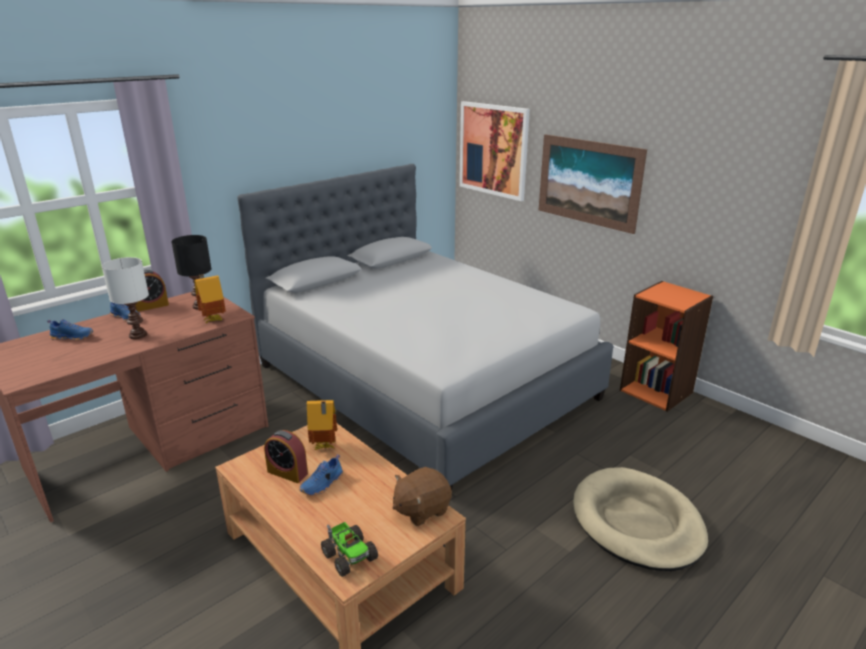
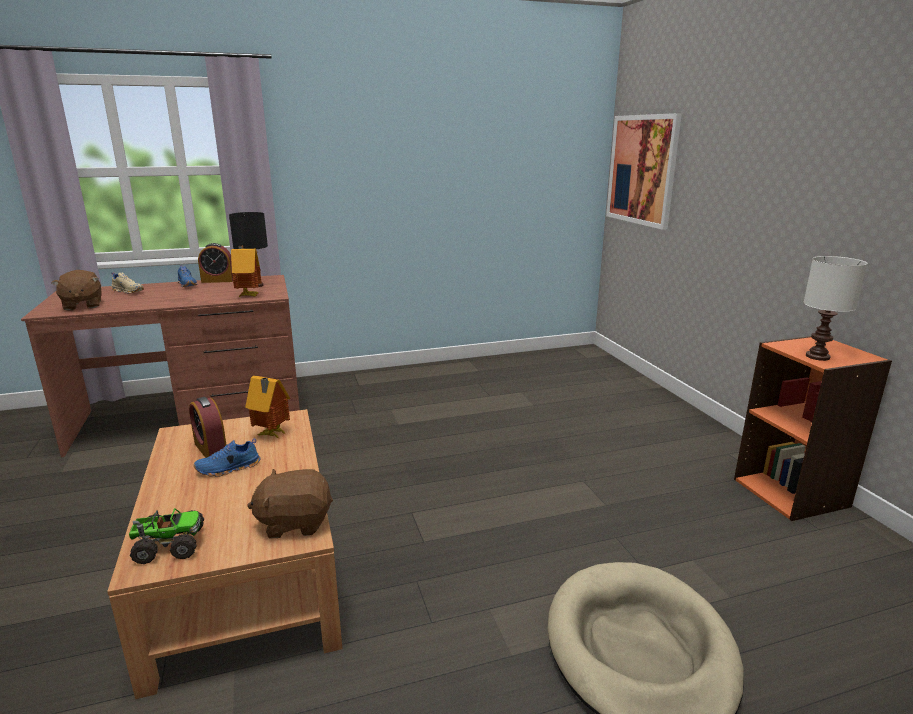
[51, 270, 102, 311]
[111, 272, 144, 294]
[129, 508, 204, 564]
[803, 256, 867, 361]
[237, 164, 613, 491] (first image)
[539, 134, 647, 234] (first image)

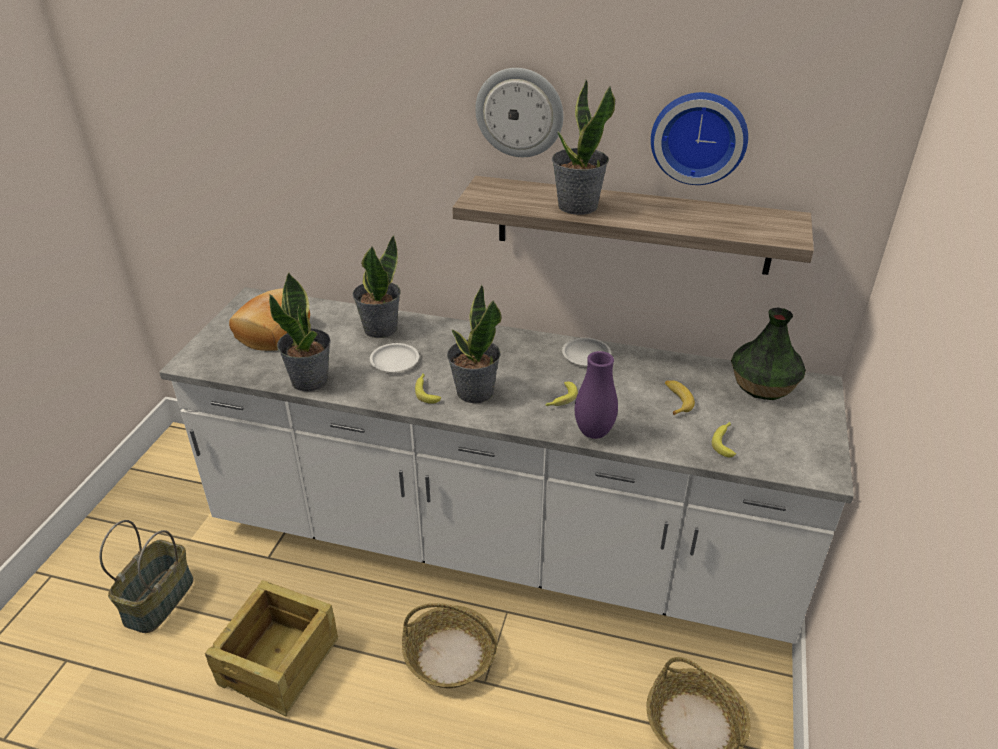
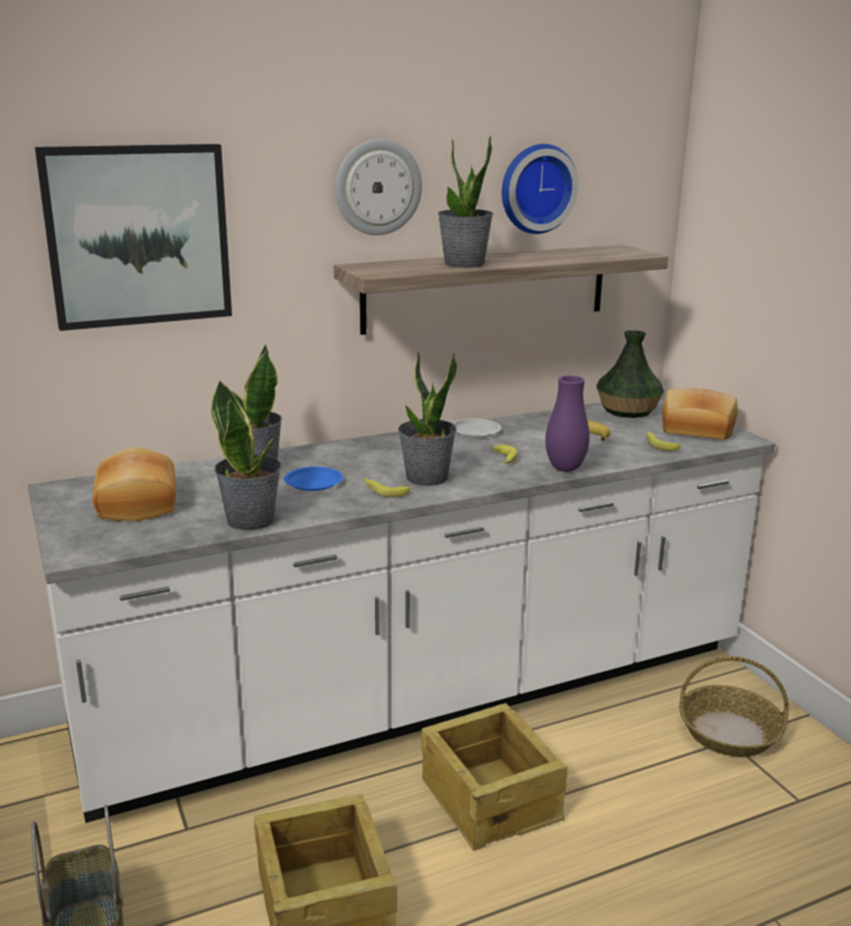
[35, 144, 232, 331]
[284, 467, 343, 491]
[421, 703, 568, 850]
[662, 388, 738, 440]

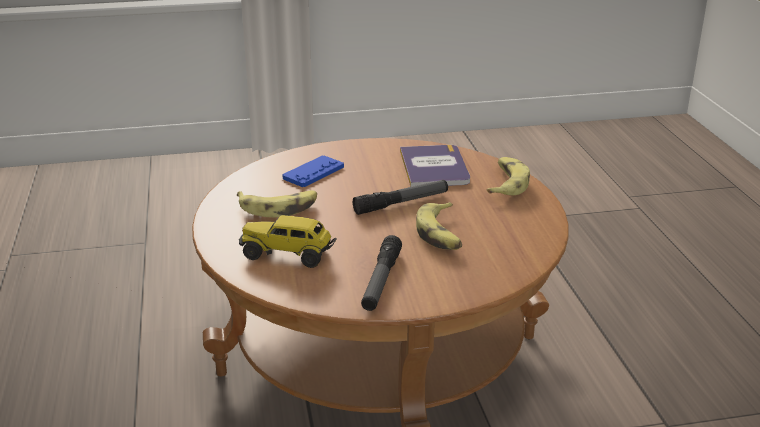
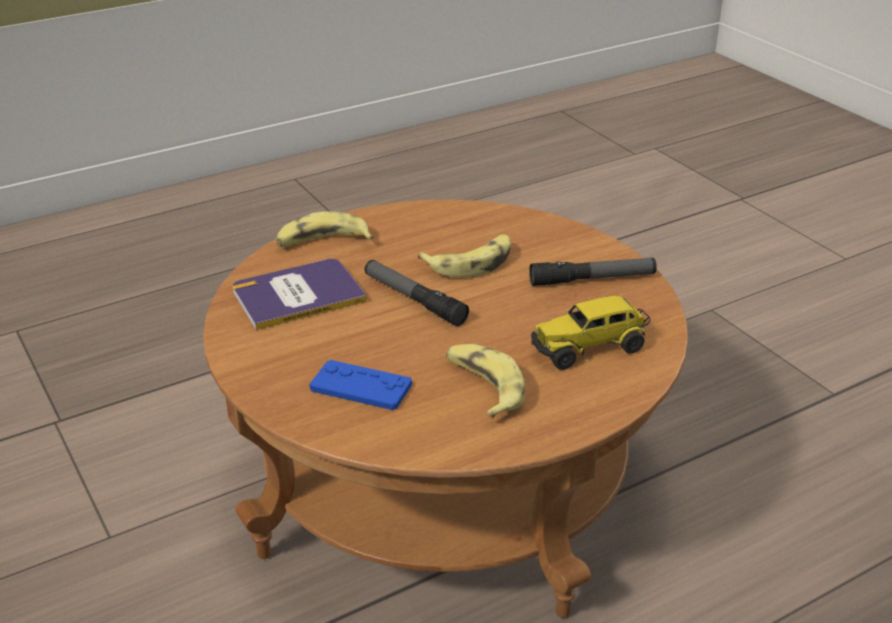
[531, 295, 651, 370]

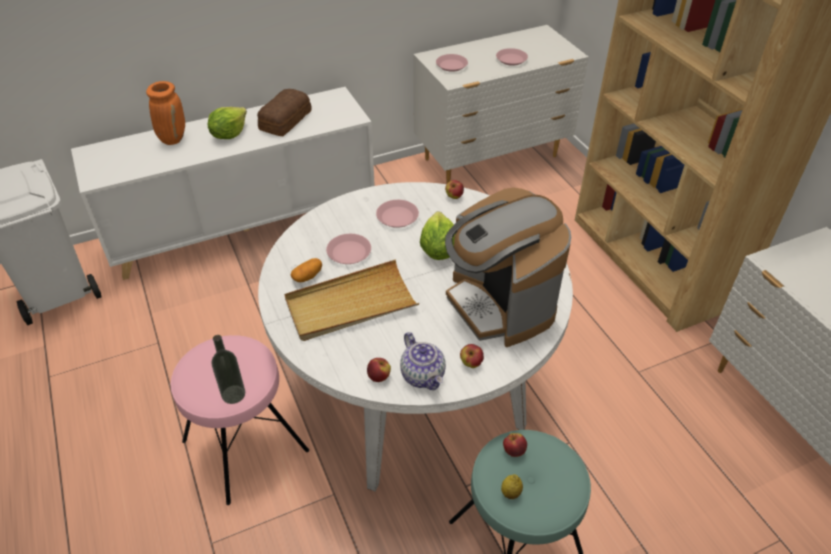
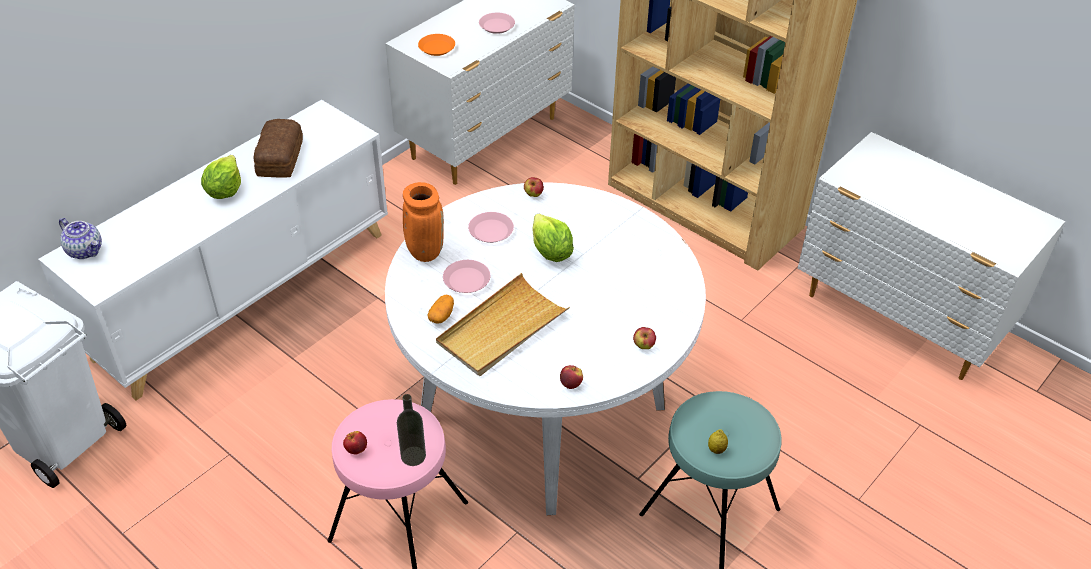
[59, 218, 102, 259]
[343, 431, 367, 455]
[403, 182, 444, 262]
[418, 34, 455, 56]
[445, 188, 571, 347] (first image)

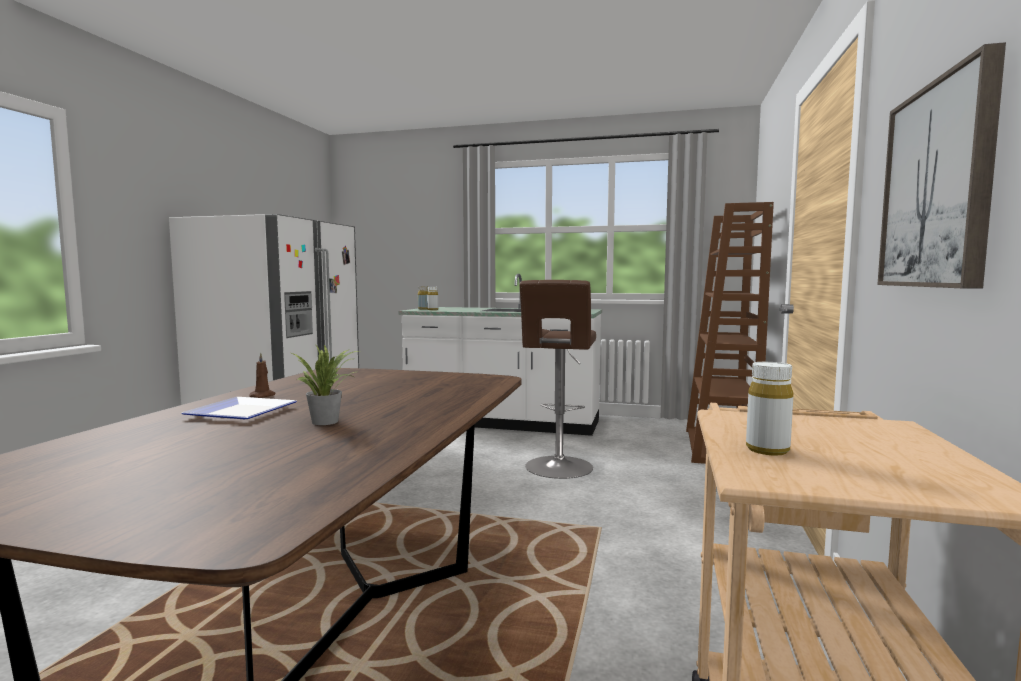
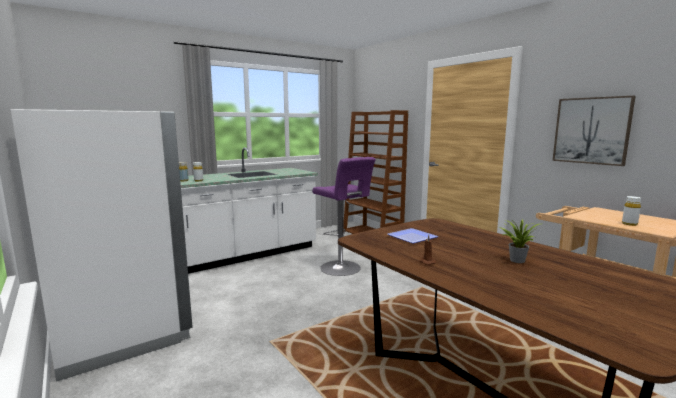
[312, 157, 376, 276]
[387, 228, 439, 244]

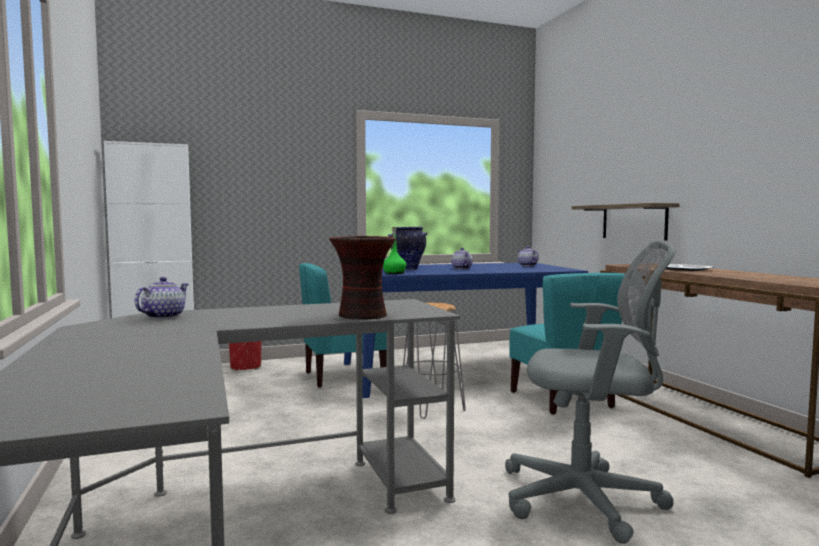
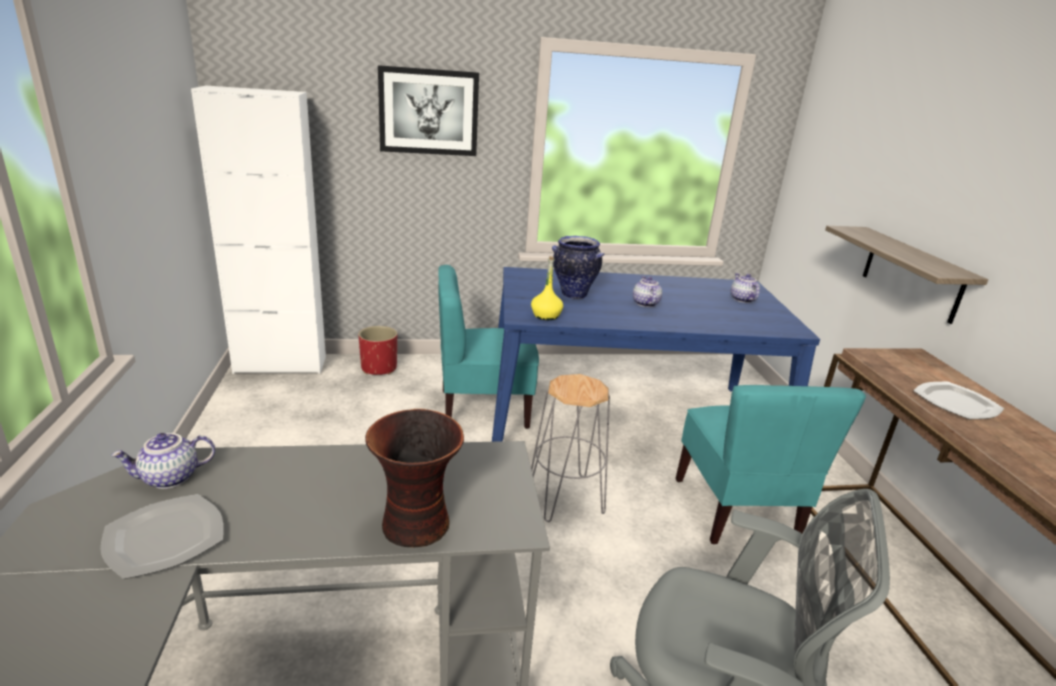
[101, 494, 223, 579]
[111, 433, 215, 489]
[378, 65, 479, 156]
[531, 256, 563, 320]

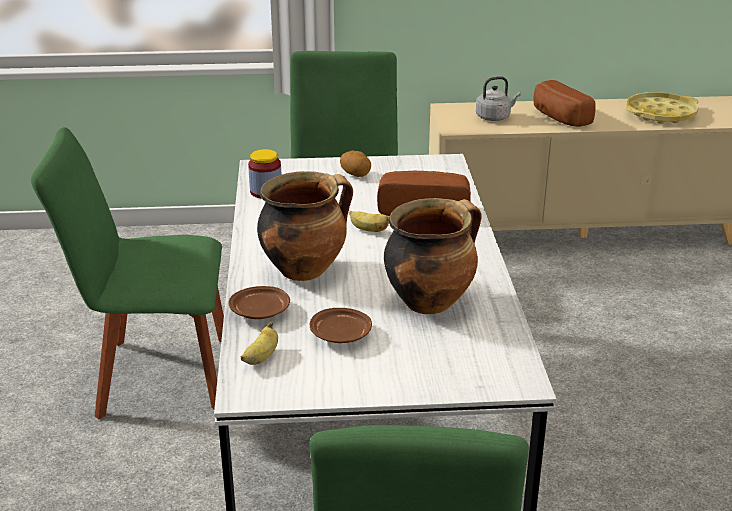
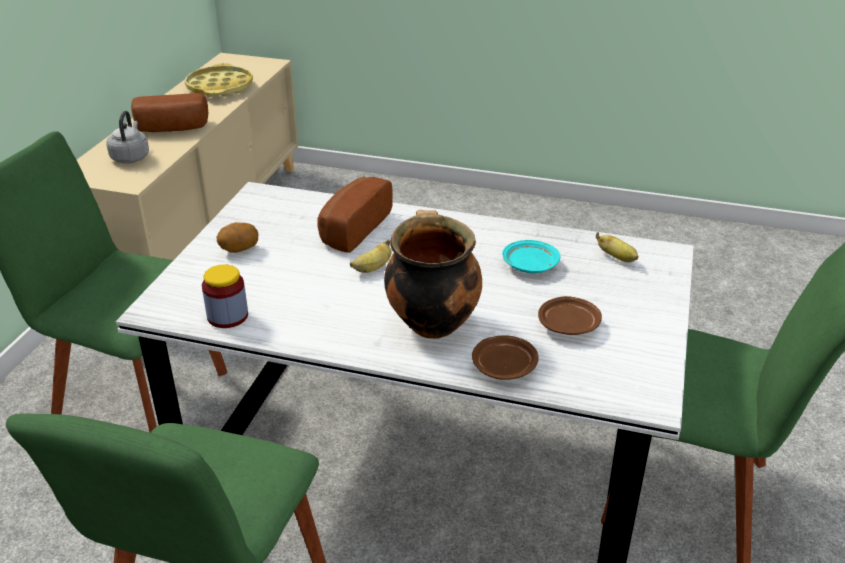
[502, 240, 560, 273]
[596, 232, 639, 262]

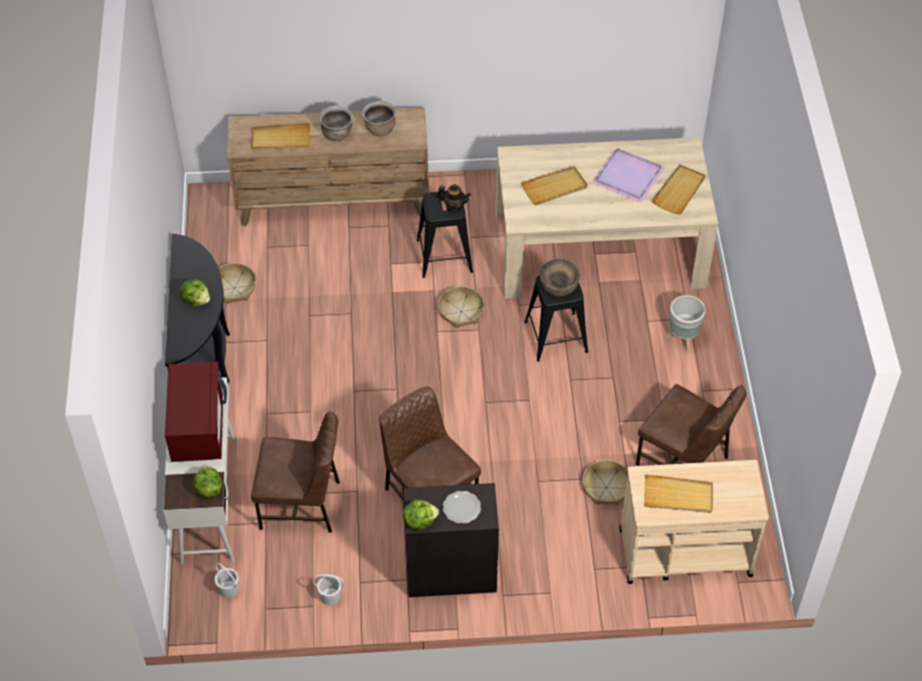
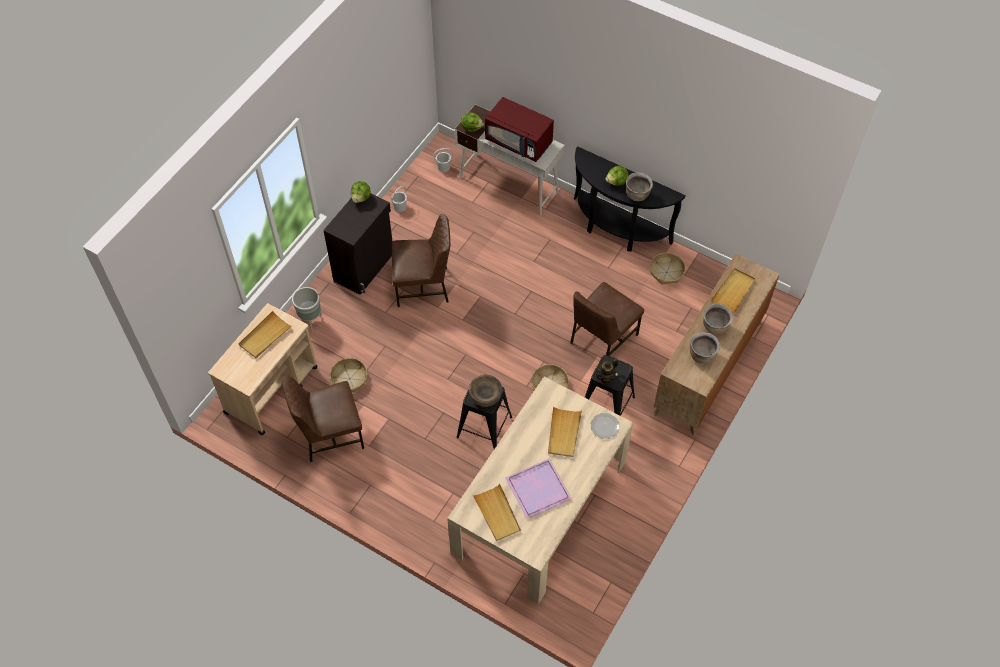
[292, 287, 322, 331]
[570, 282, 644, 356]
[591, 413, 620, 439]
[626, 173, 653, 201]

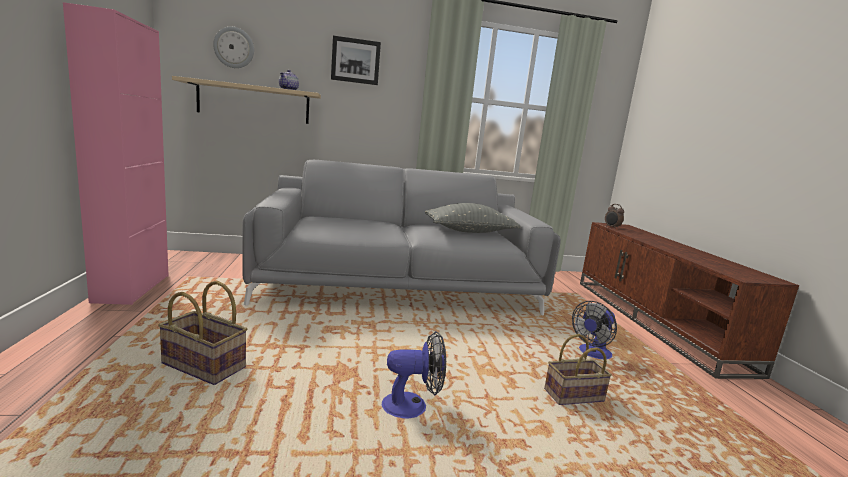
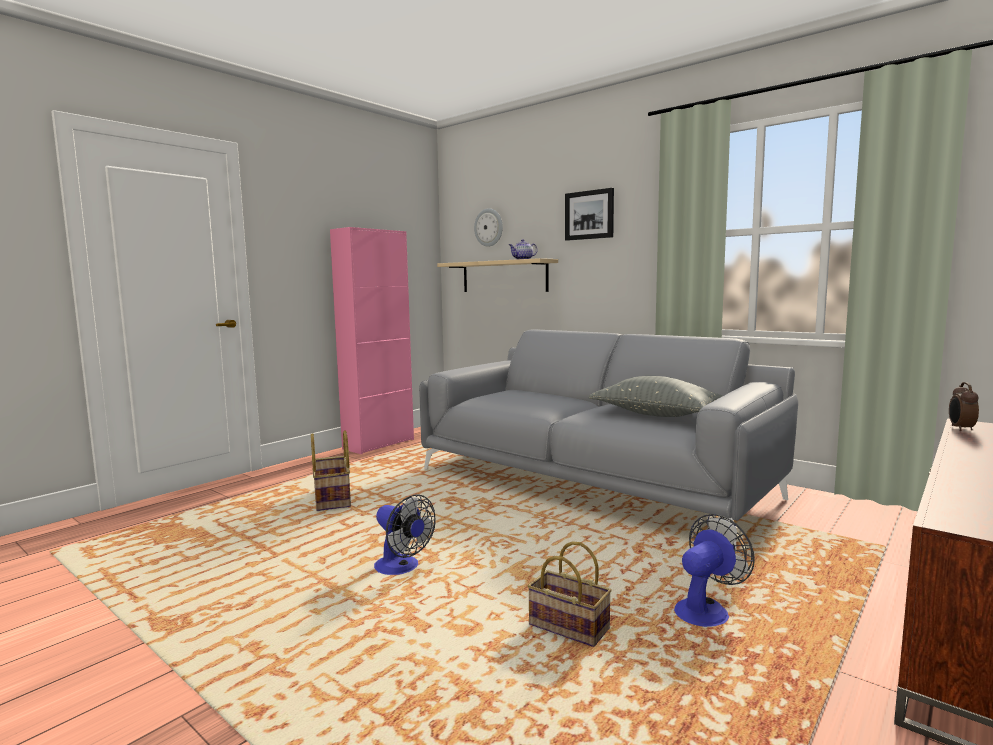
[674, 514, 755, 627]

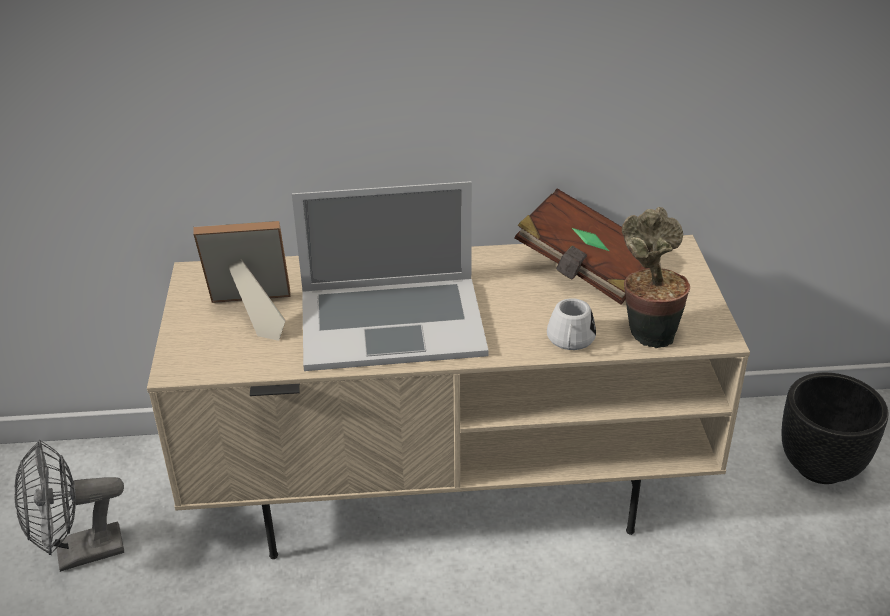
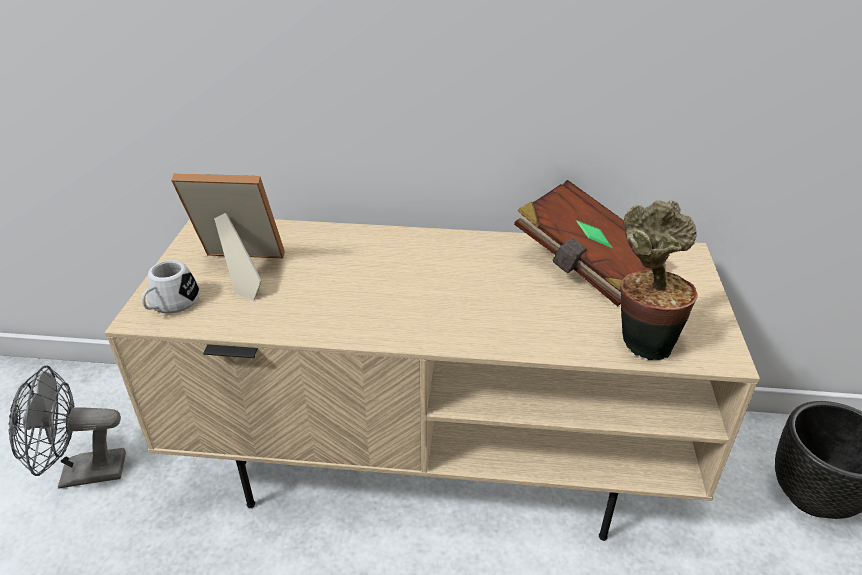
[142, 260, 200, 313]
[292, 181, 489, 371] (first image)

